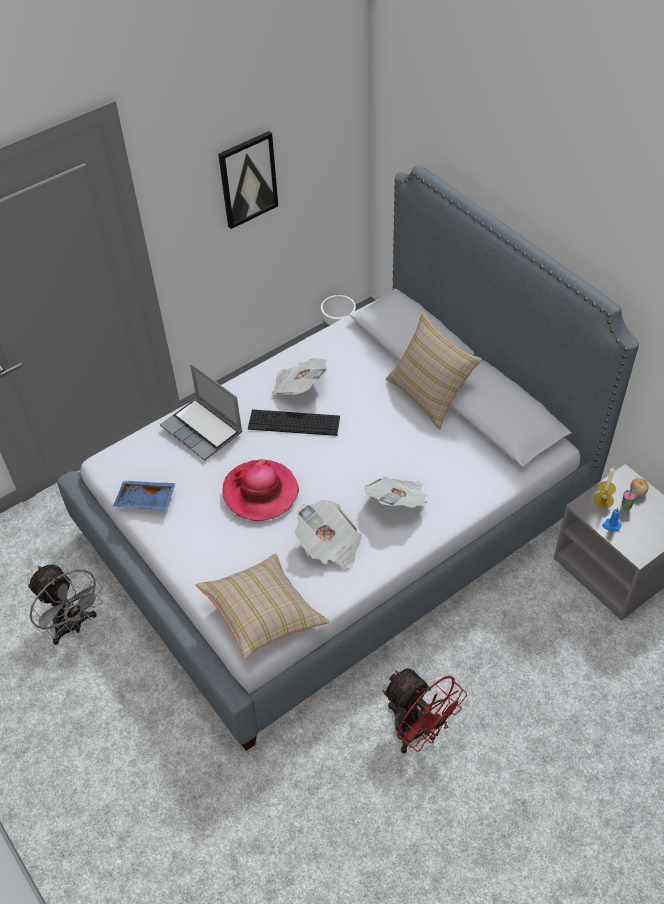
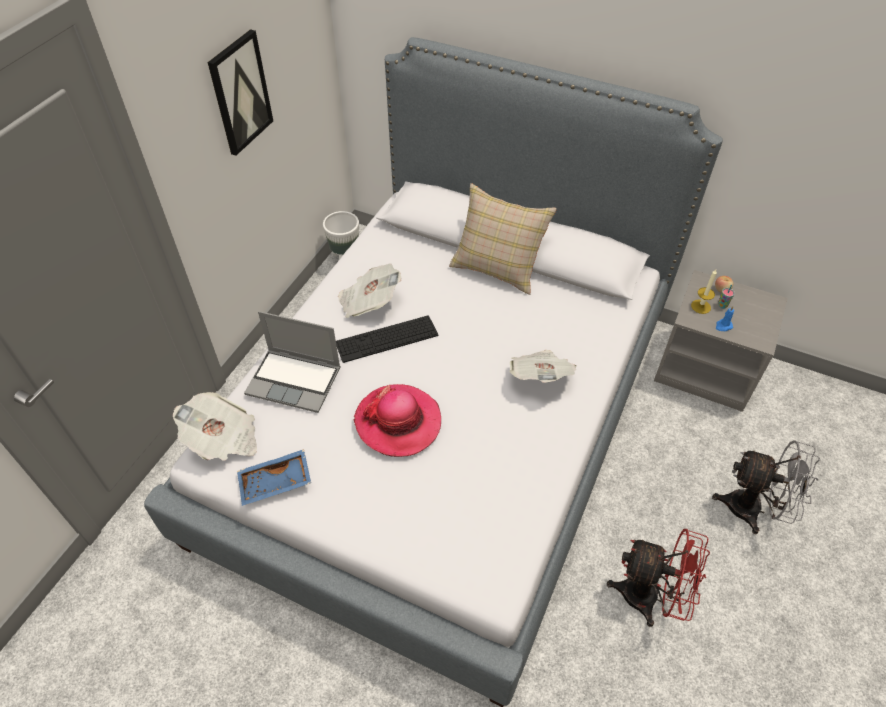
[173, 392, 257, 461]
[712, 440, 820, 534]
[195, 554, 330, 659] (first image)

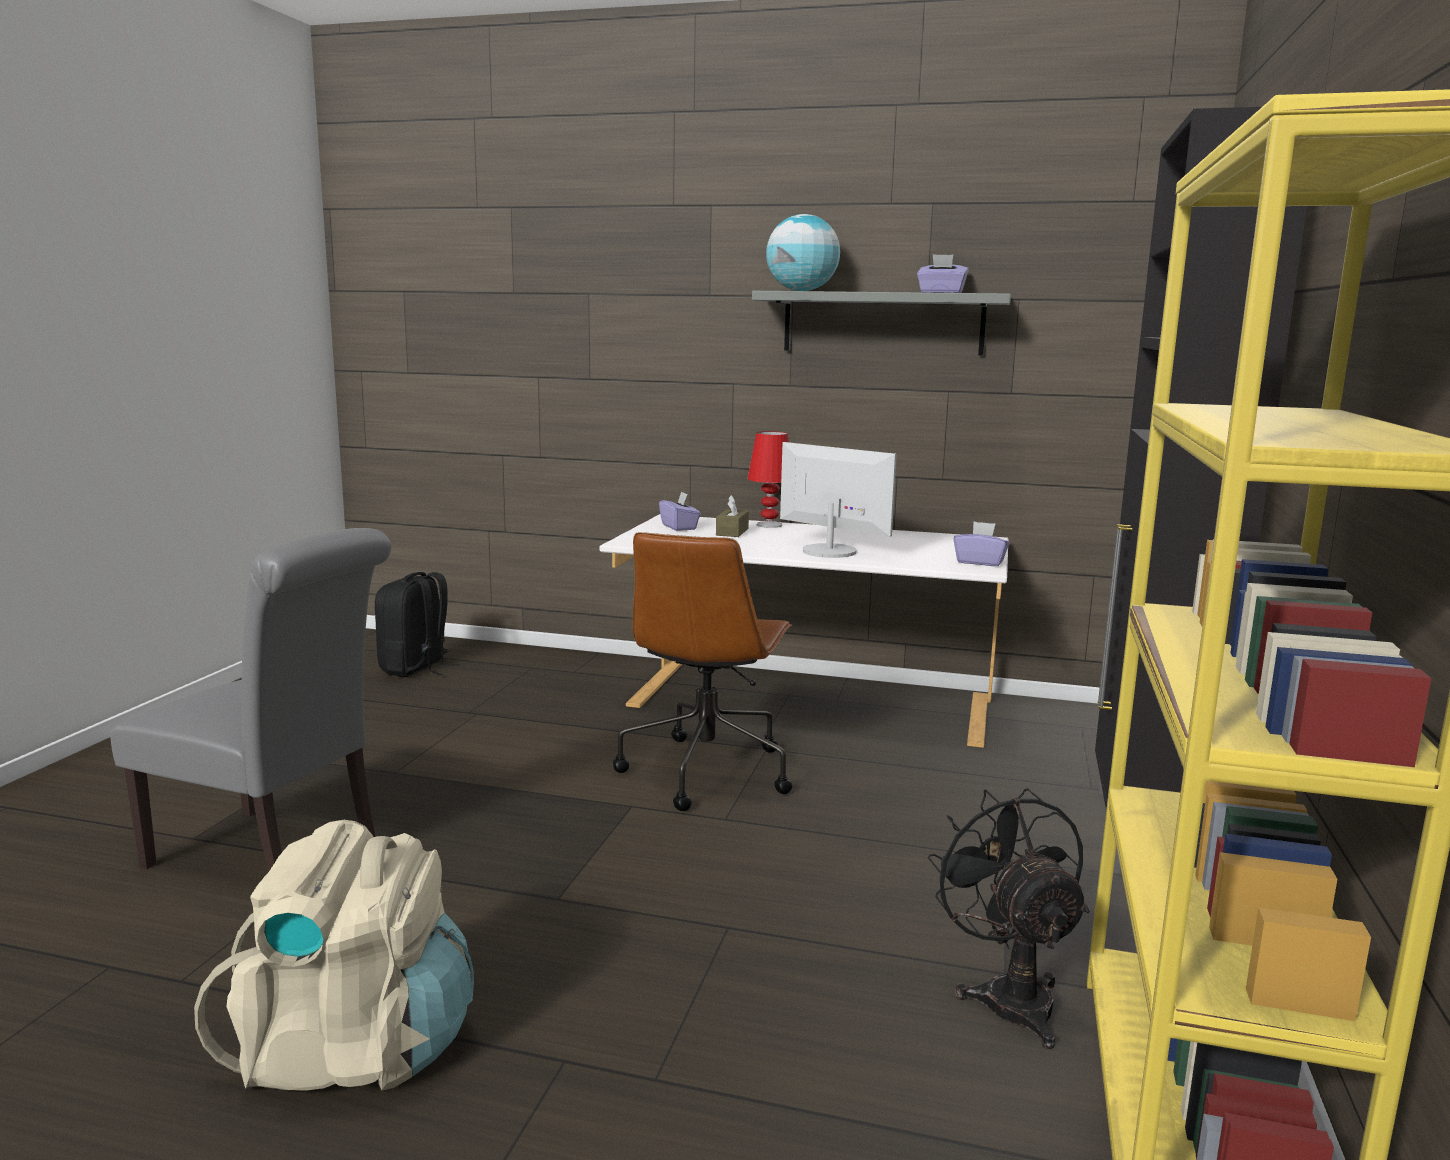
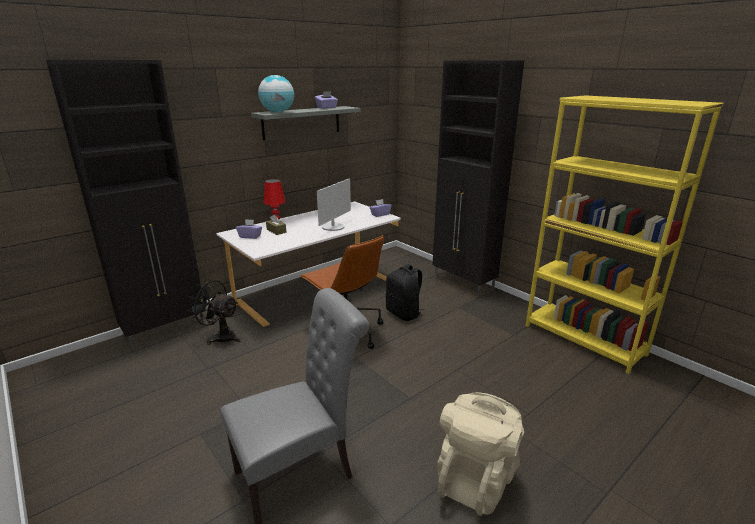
[46, 60, 205, 350]
[187, 279, 240, 345]
[317, 178, 351, 231]
[385, 264, 425, 321]

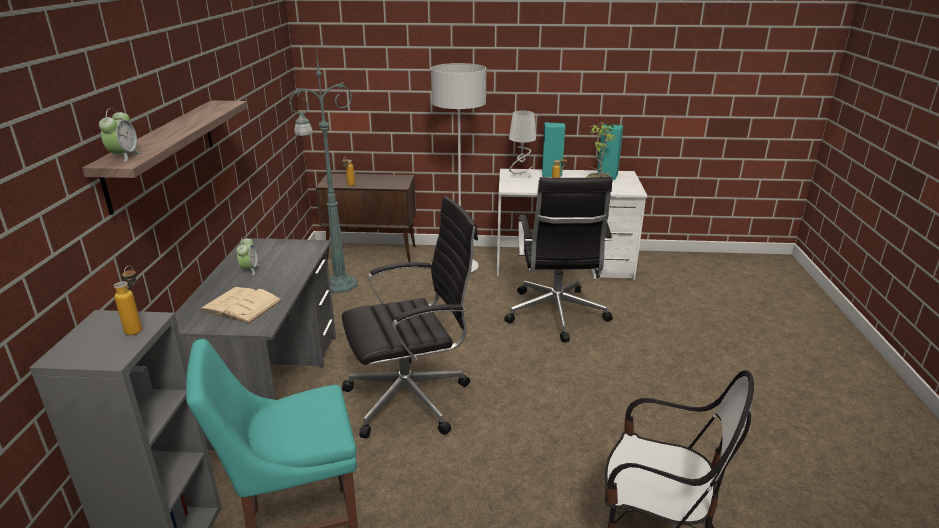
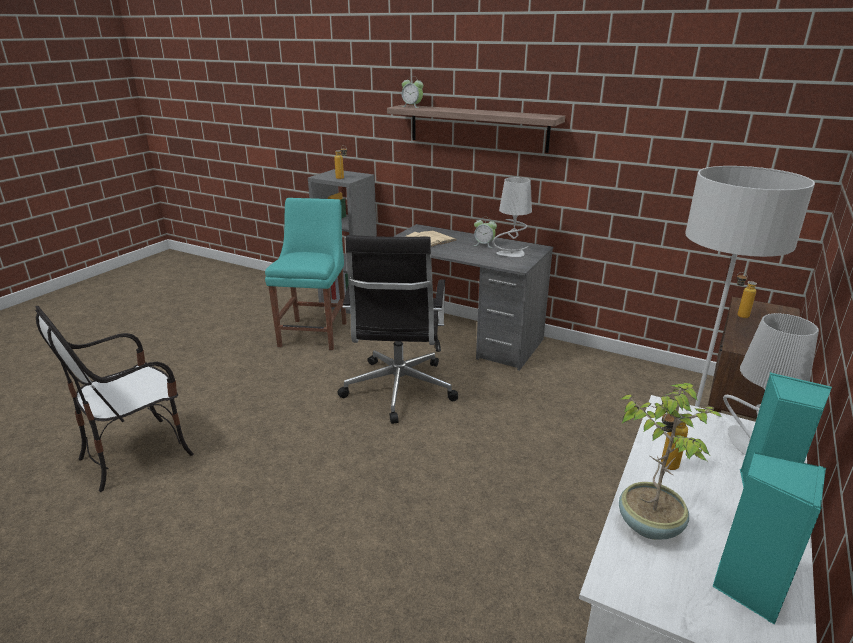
[493, 177, 532, 257]
[289, 50, 358, 293] (first image)
[504, 177, 613, 342] (first image)

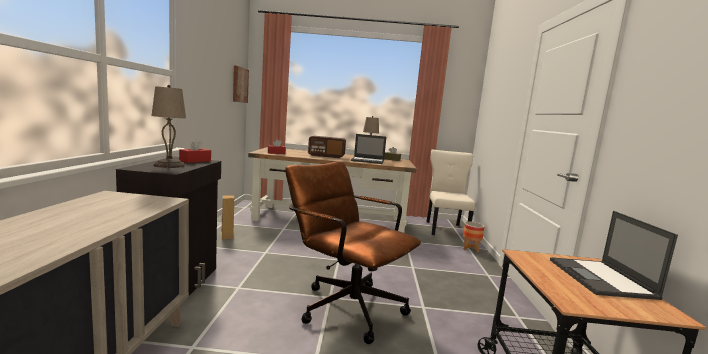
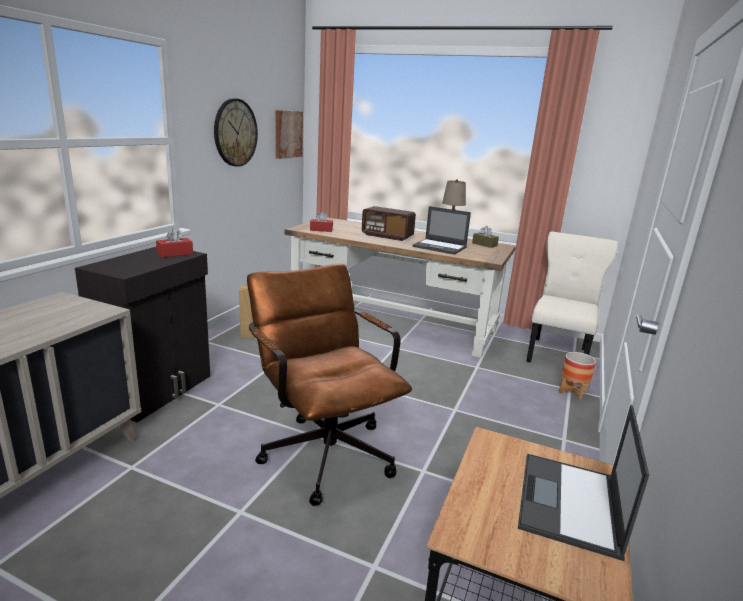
[214, 98, 258, 167]
[151, 85, 186, 168] (first image)

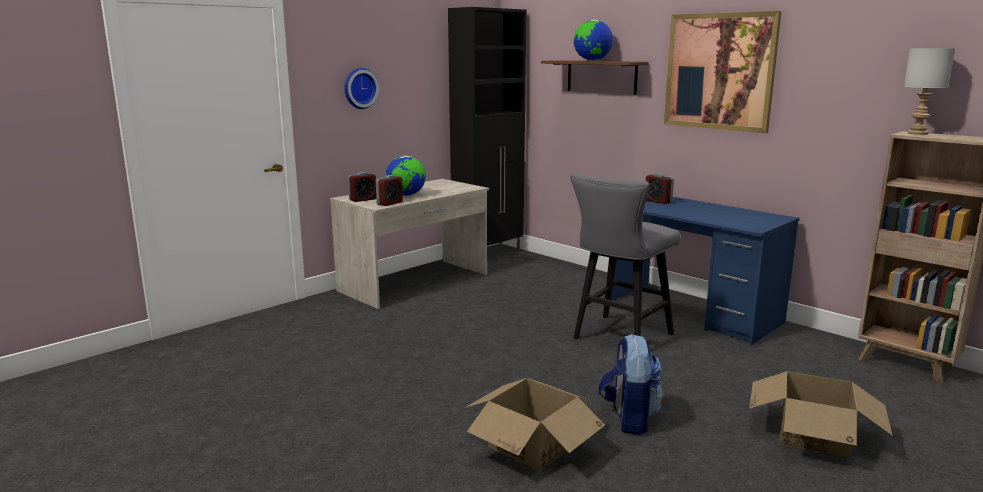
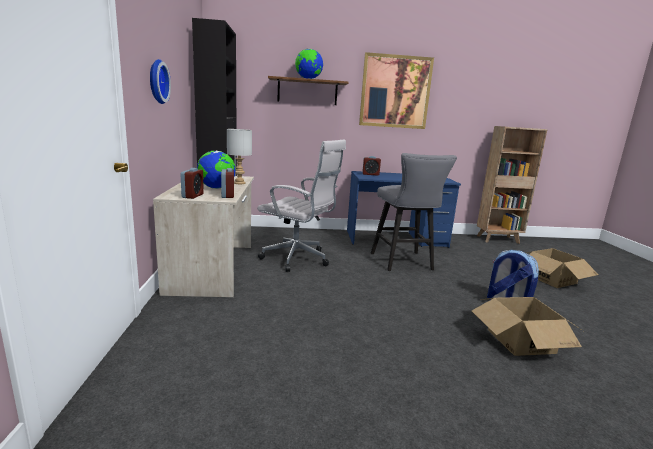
[227, 129, 252, 184]
[257, 139, 346, 272]

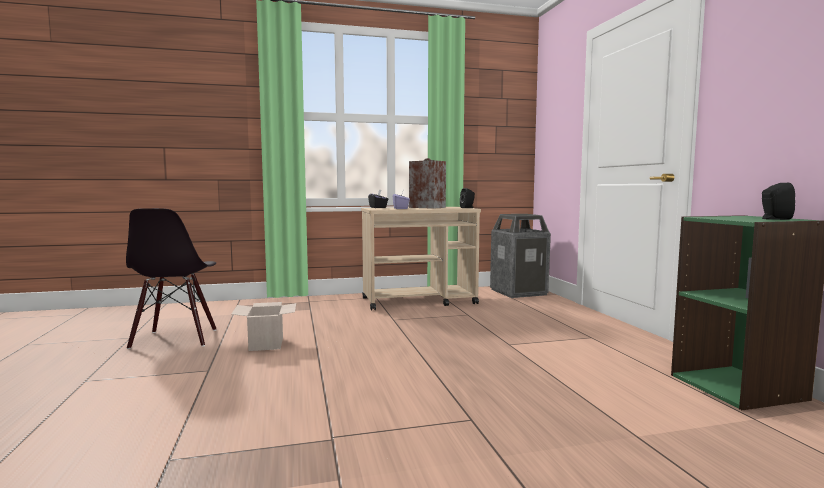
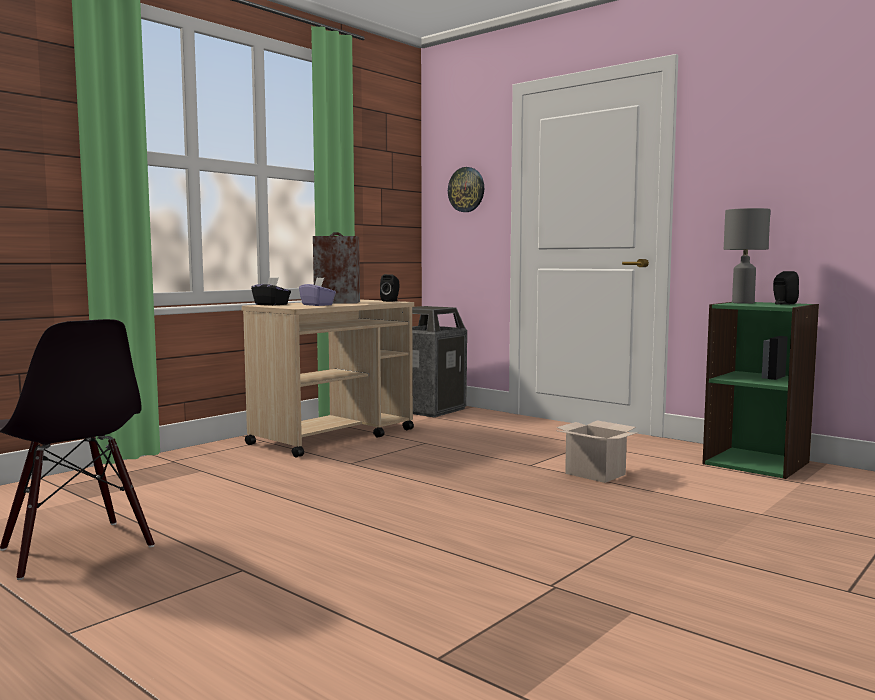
[448, 167, 484, 212]
[556, 420, 638, 483]
[724, 208, 770, 304]

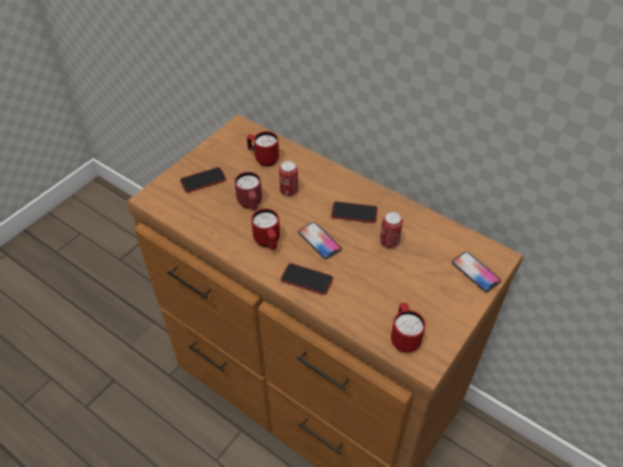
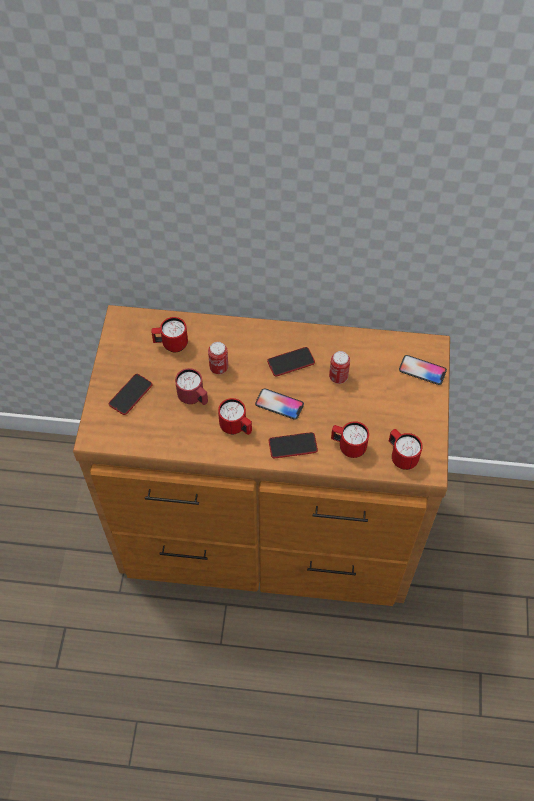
[331, 421, 369, 458]

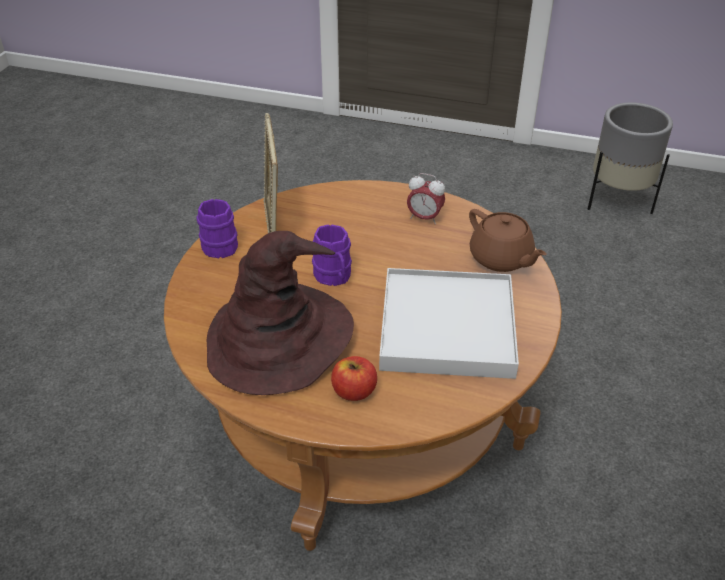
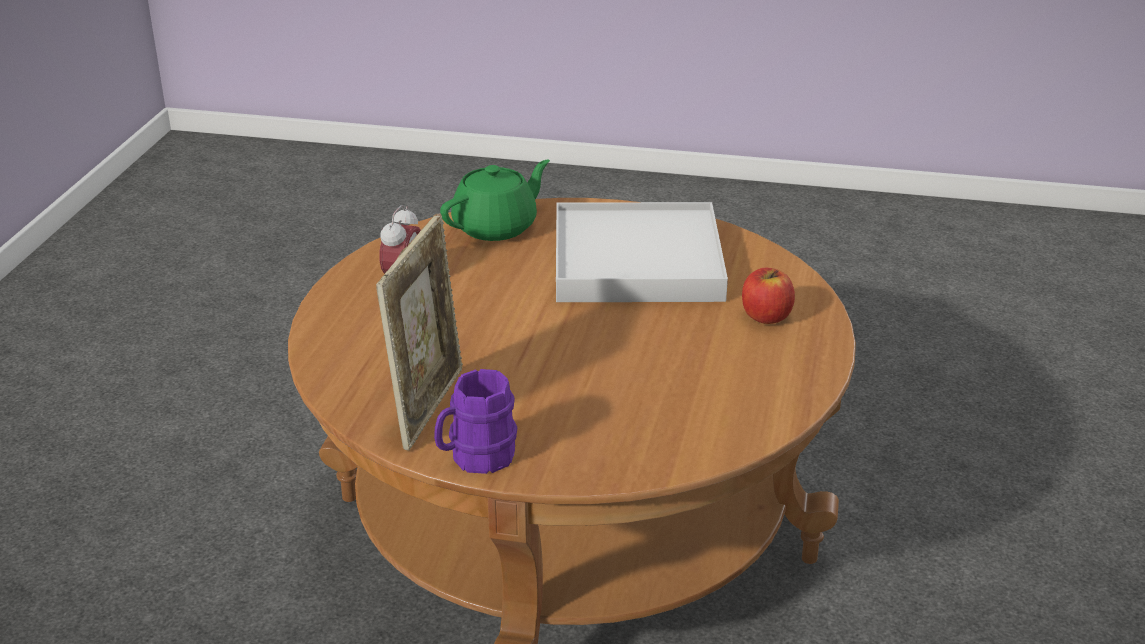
[376, 214, 463, 451]
[440, 160, 550, 241]
[207, 231, 354, 395] (first image)
[312, 224, 352, 286] (first image)
[588, 102, 673, 214] (first image)

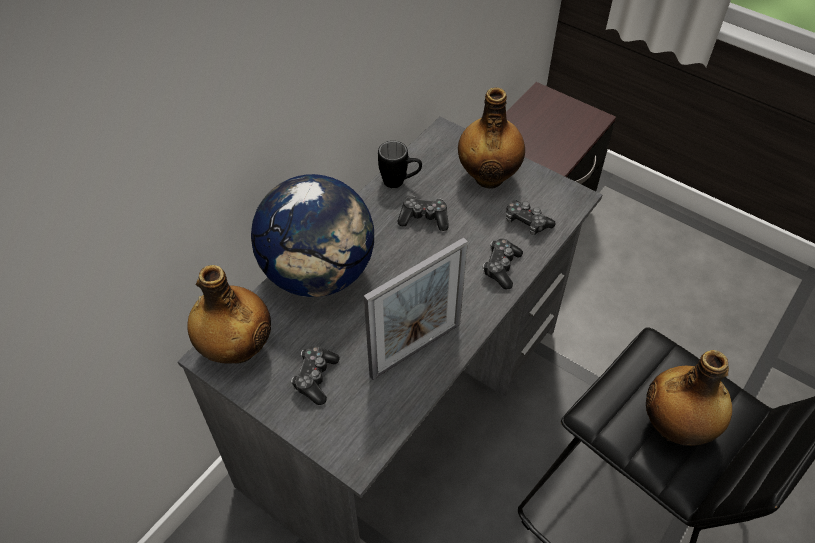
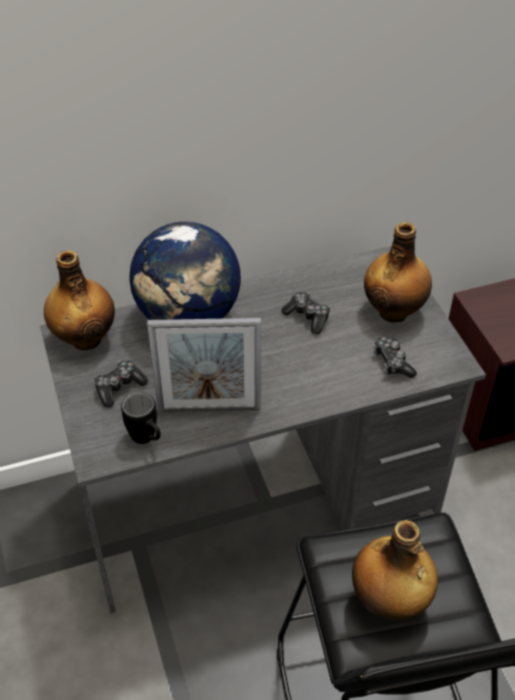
[121, 392, 161, 444]
[483, 239, 523, 289] (first image)

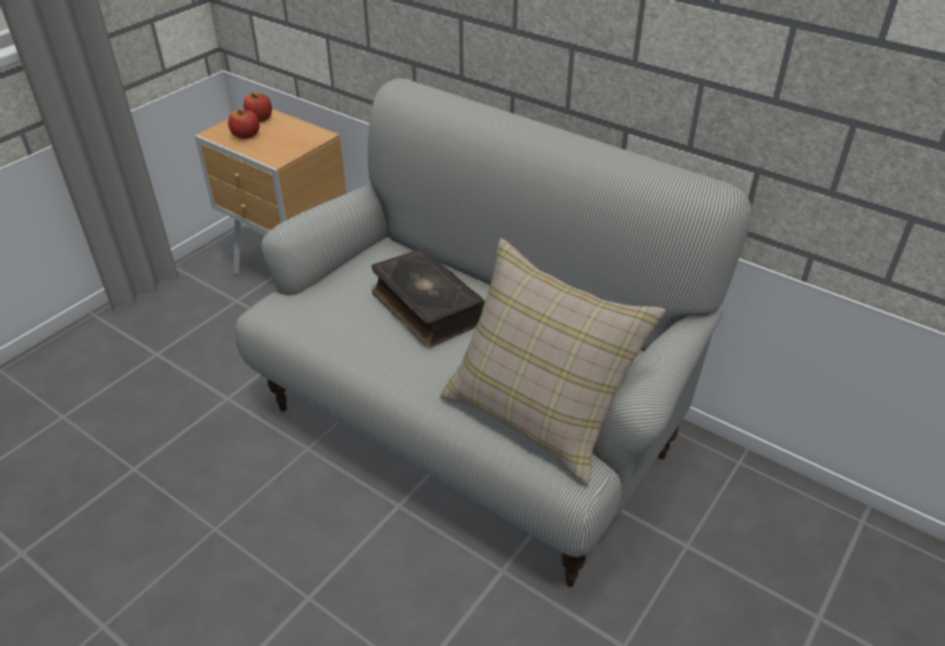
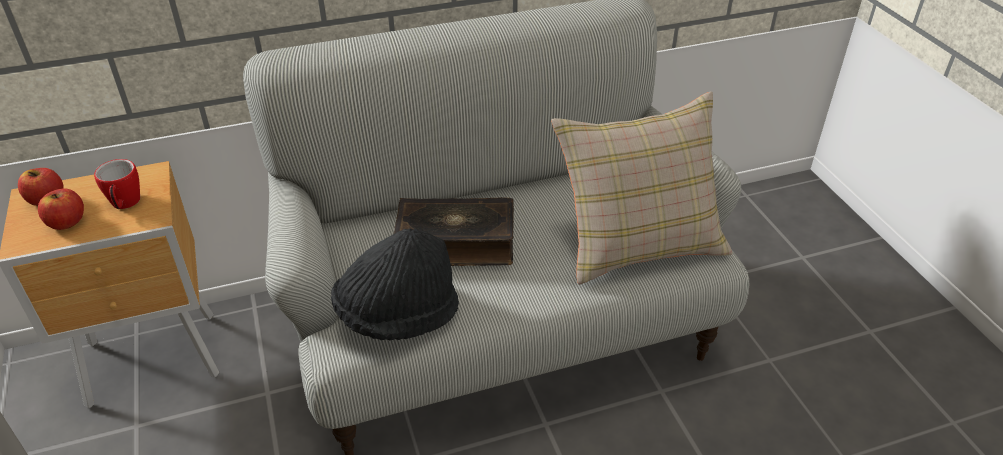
[94, 159, 140, 209]
[331, 228, 459, 340]

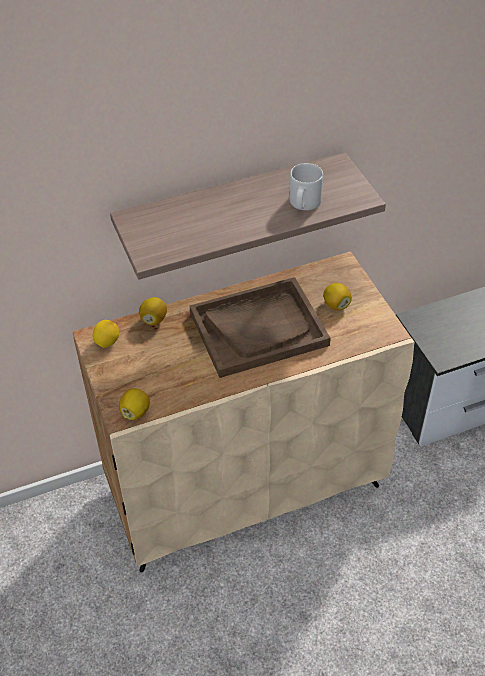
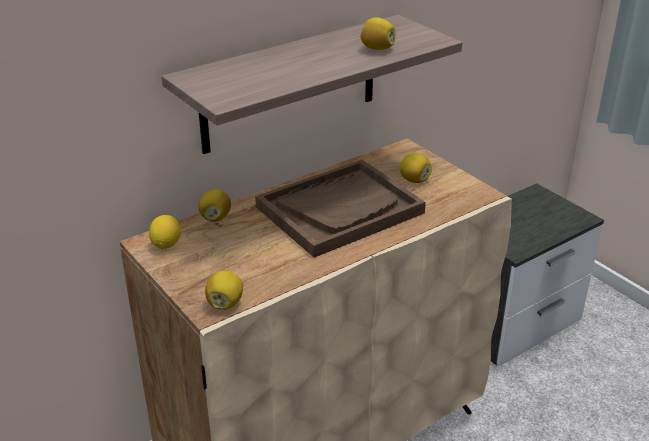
[360, 17, 396, 50]

